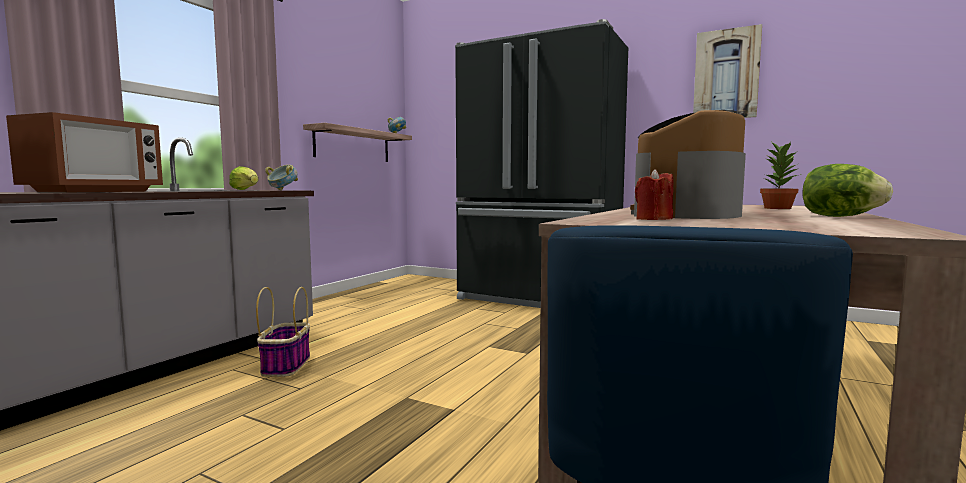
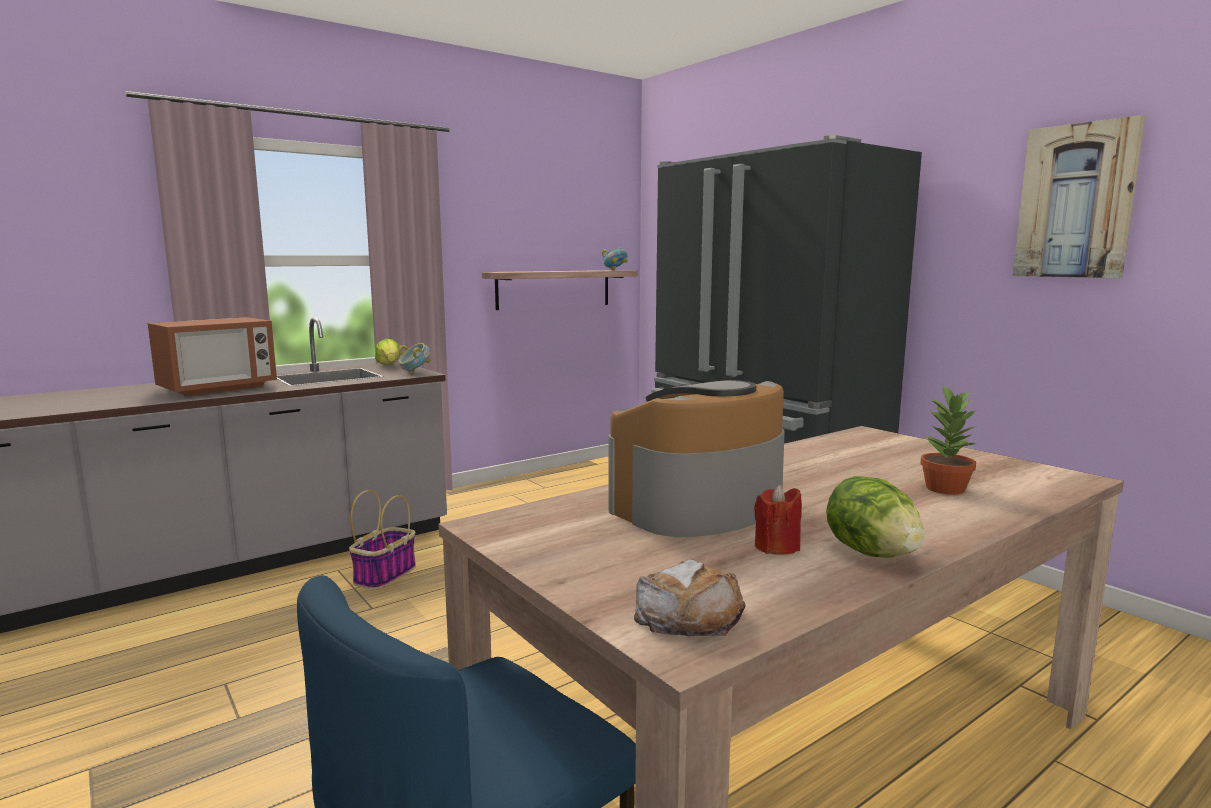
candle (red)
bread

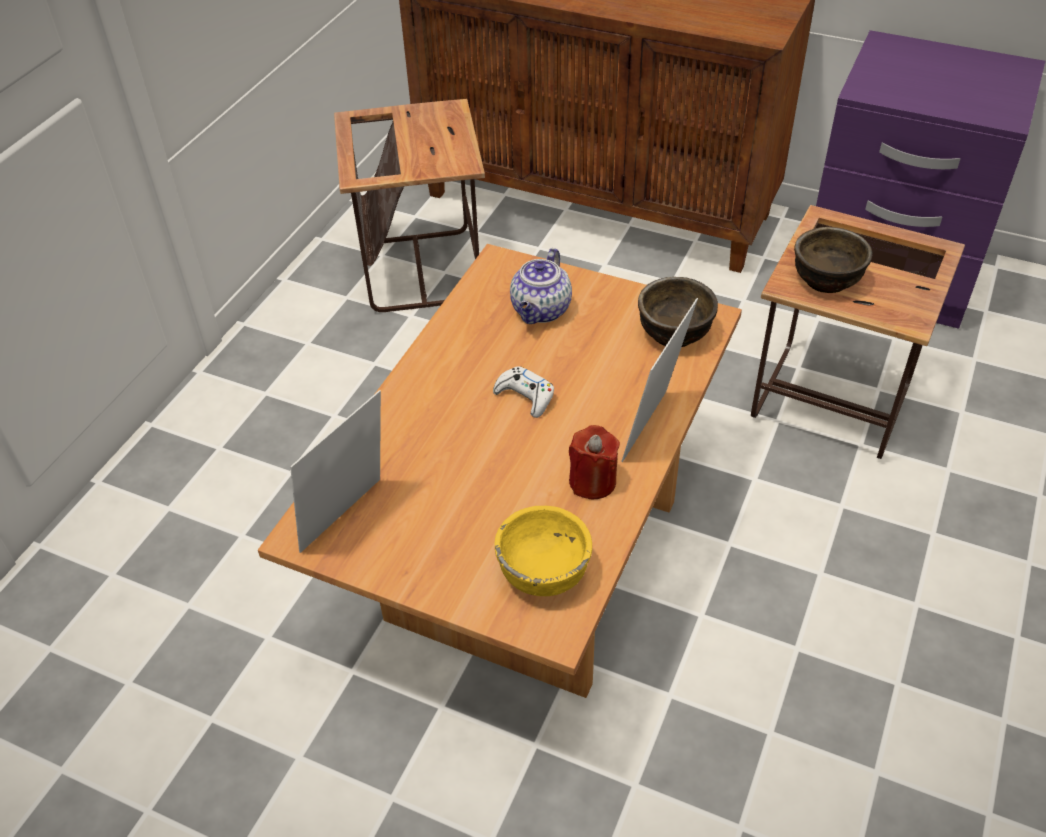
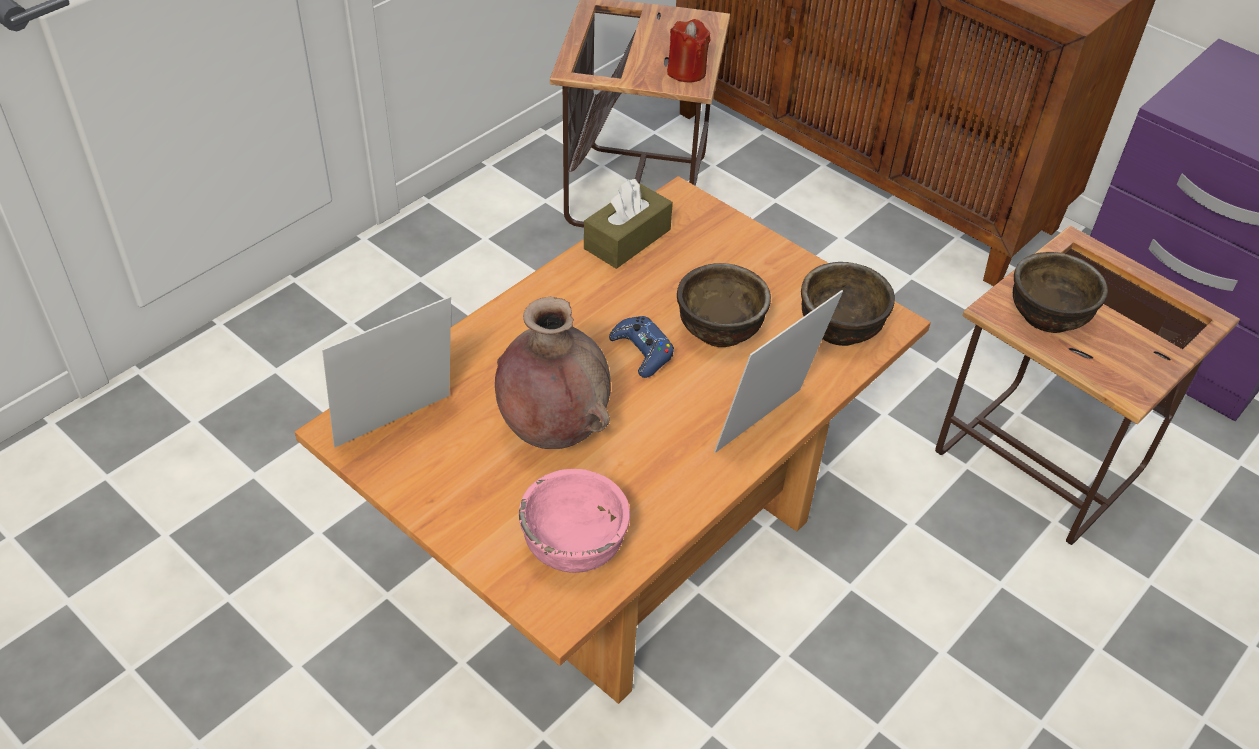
game controller (blue)
bowl (pink)
teapot
candle (red)
vase (brown)
tissue box (brown)
bowl (brown) (1st from left)

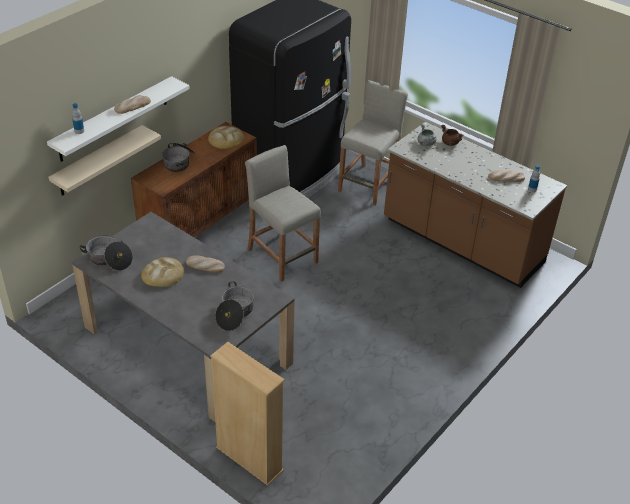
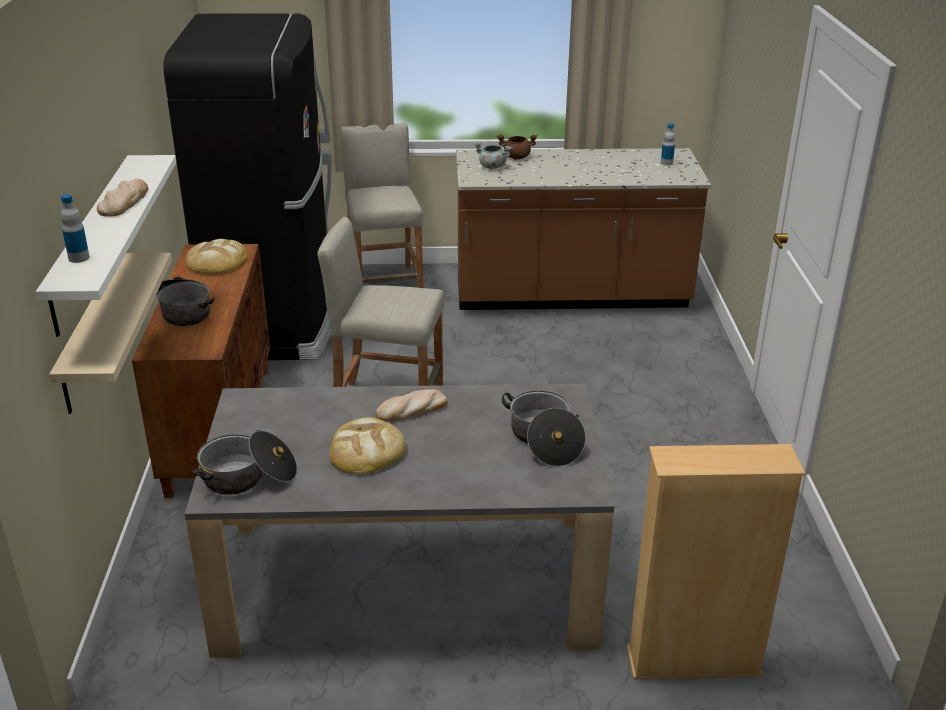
bread (5th from left in the first image)

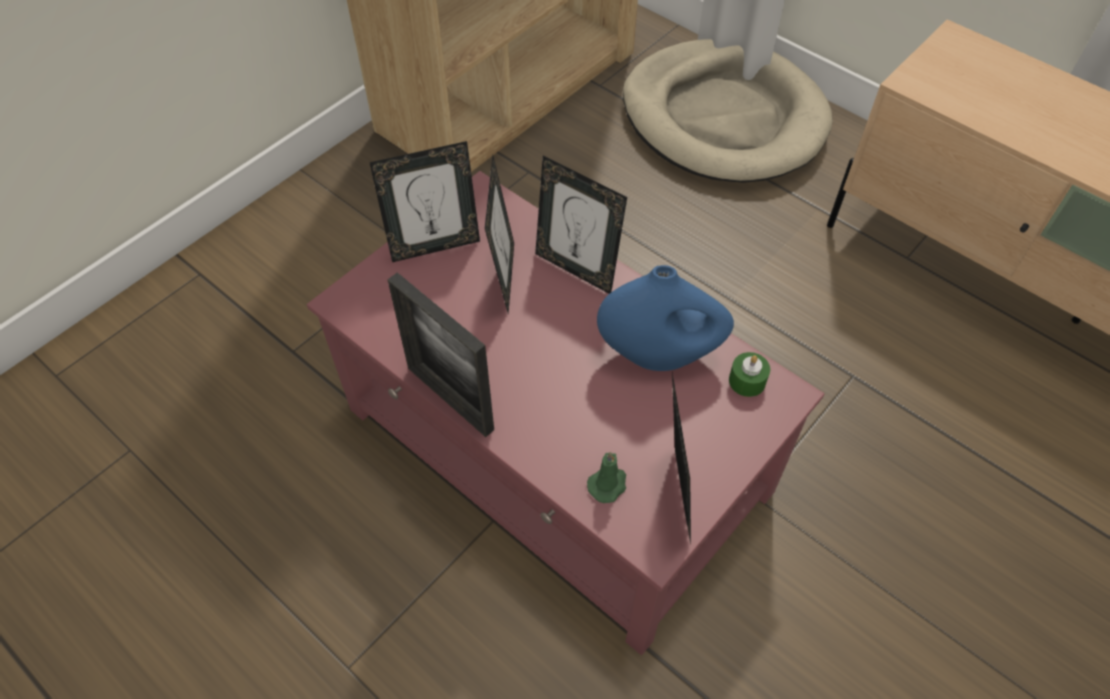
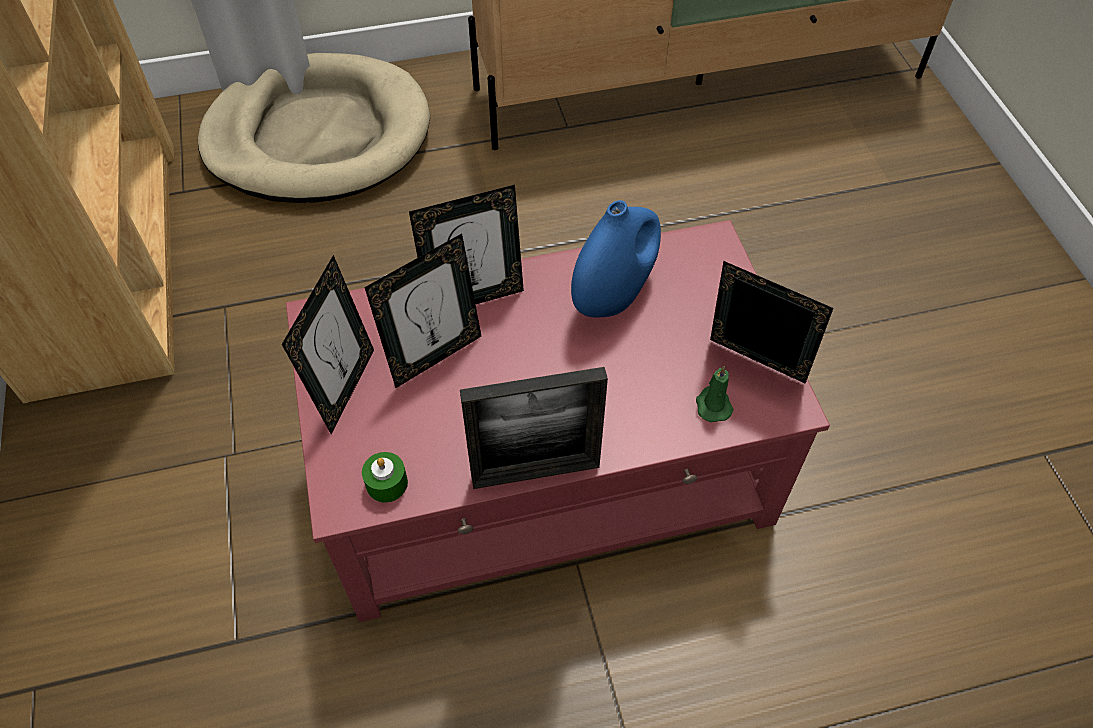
picture frame (2nd from left)
candle (green) (1st from left)

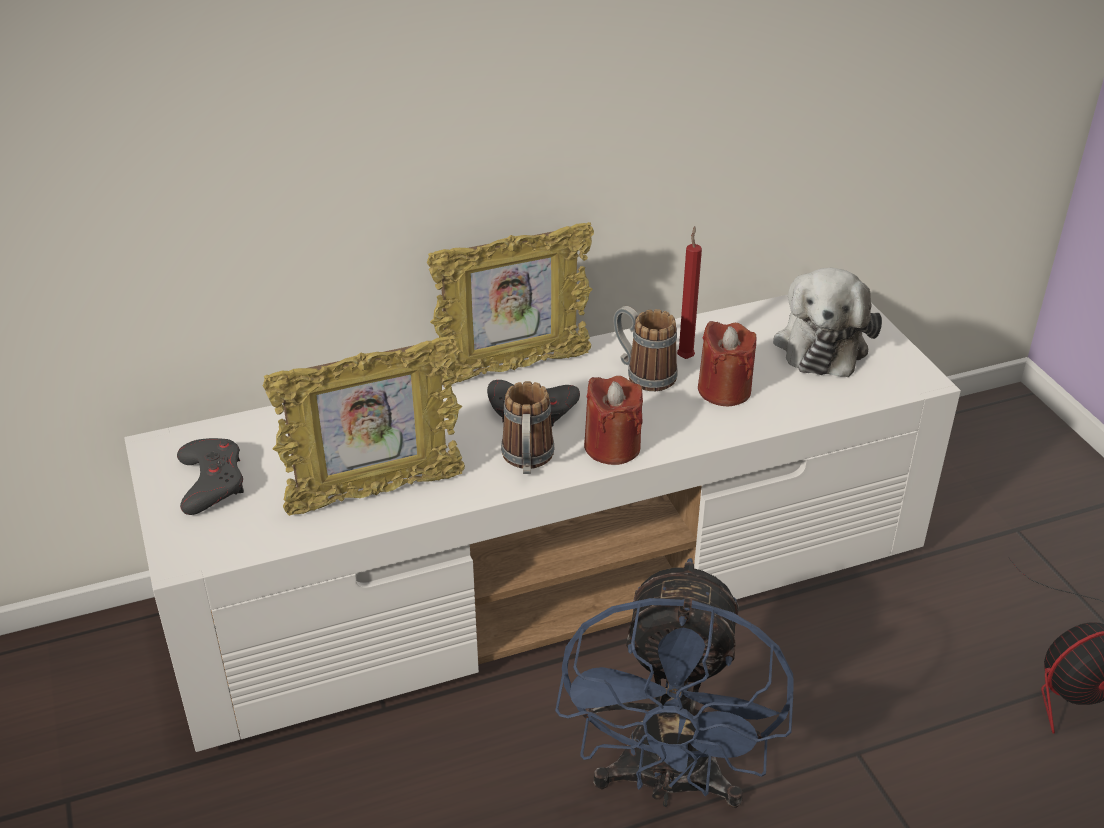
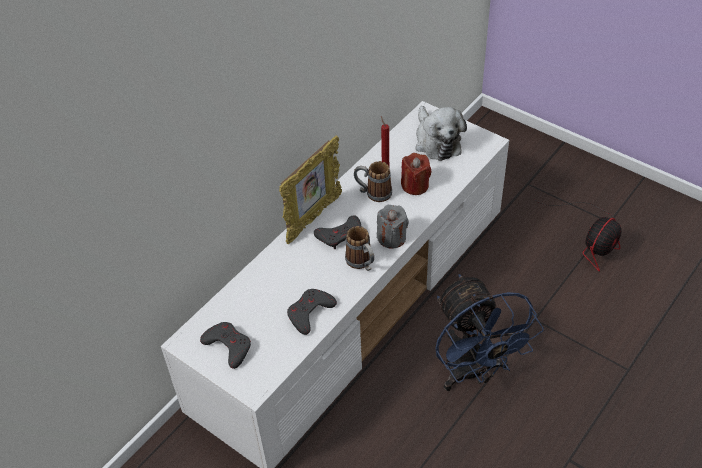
game controller (grey) (2nd from left)
candle (grey)

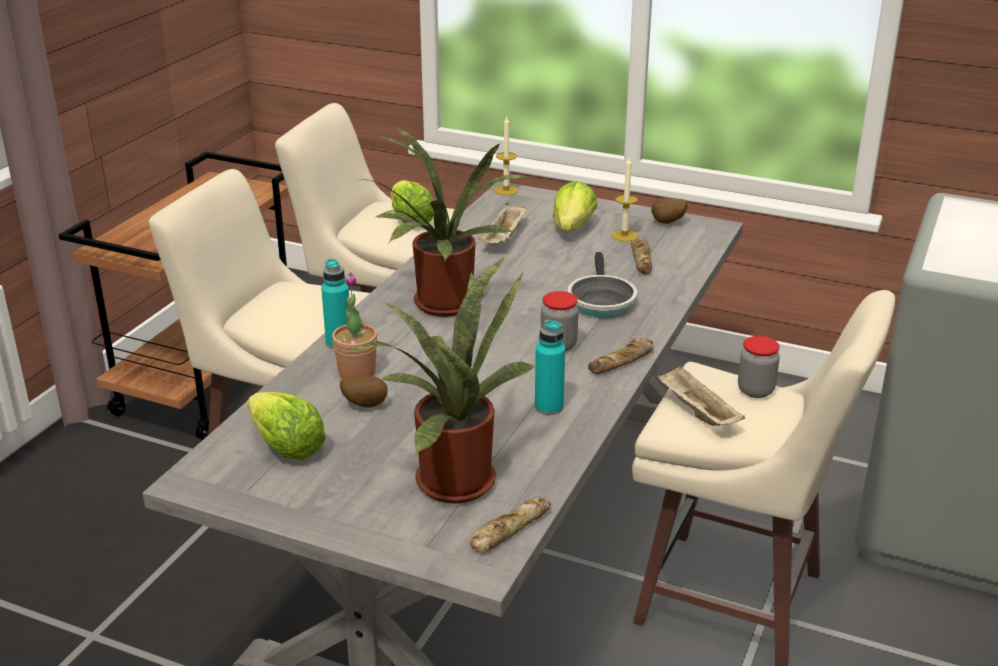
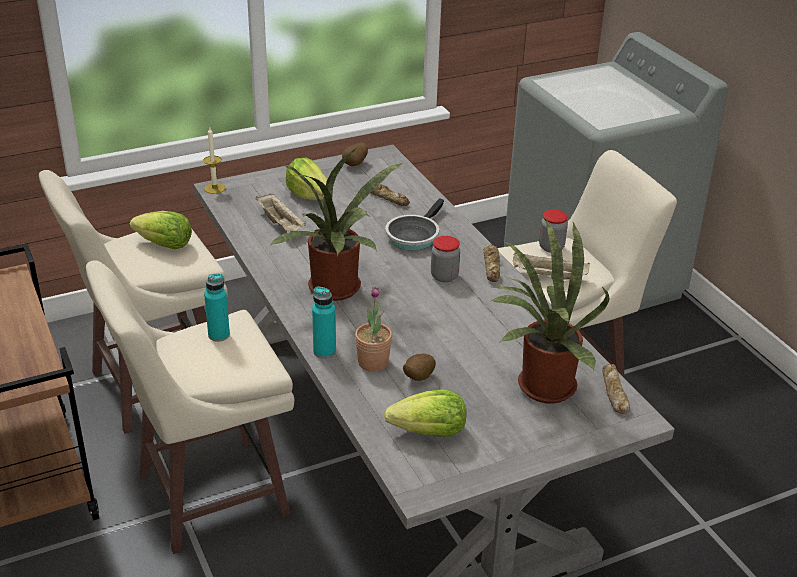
bottle (turquoise) (1st from left)
frying pan
candle (2nd from left in the first image)

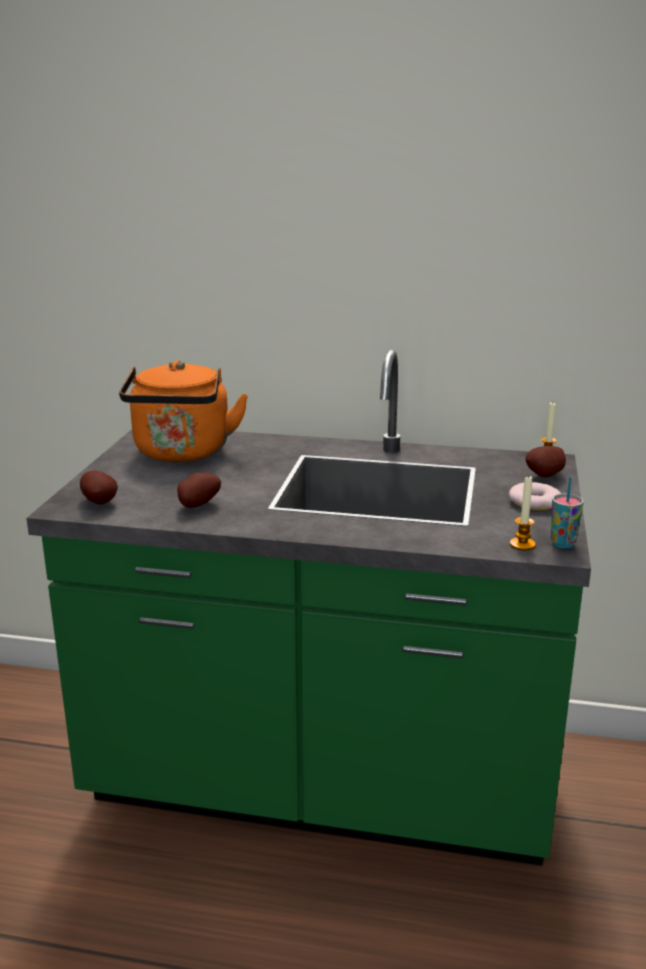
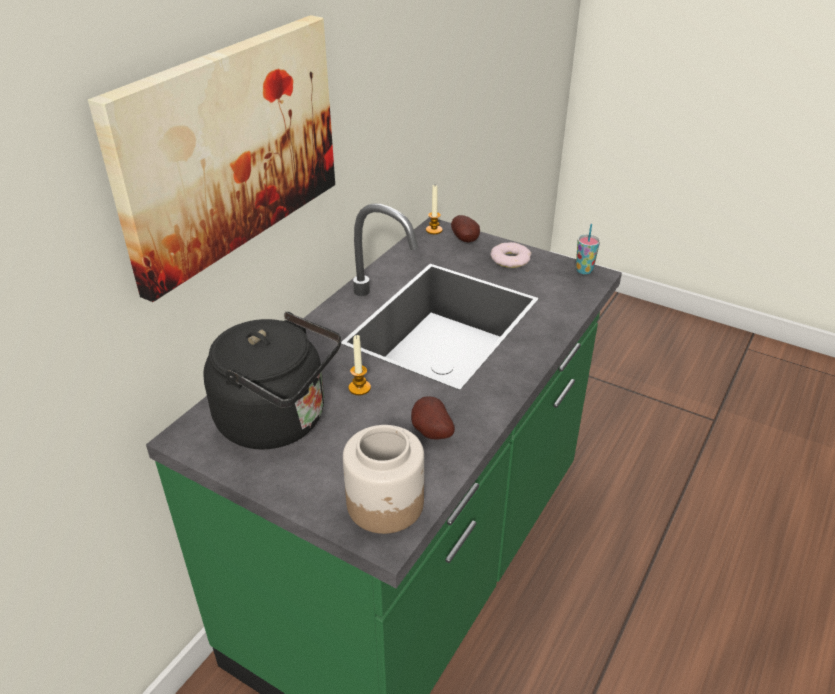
jar
kettle (black)
candle (1st from left)
picture

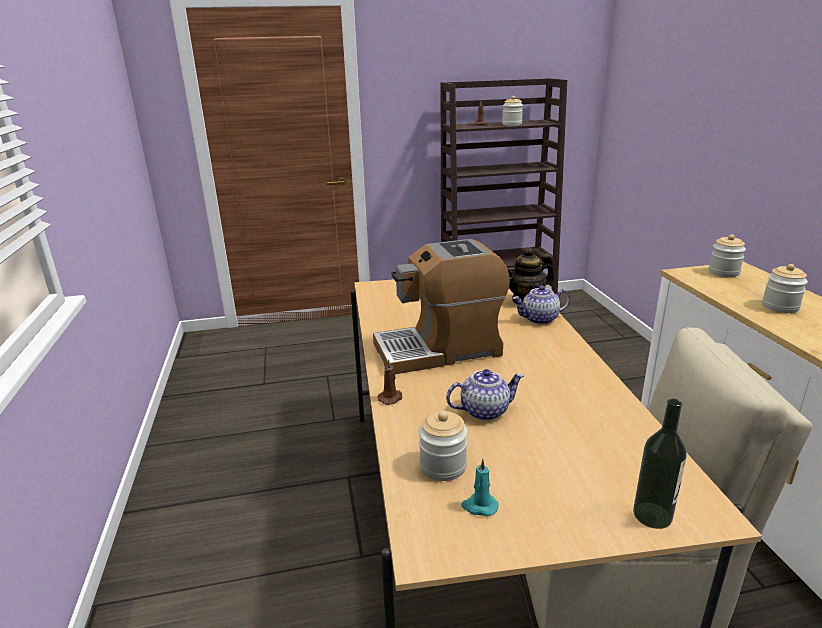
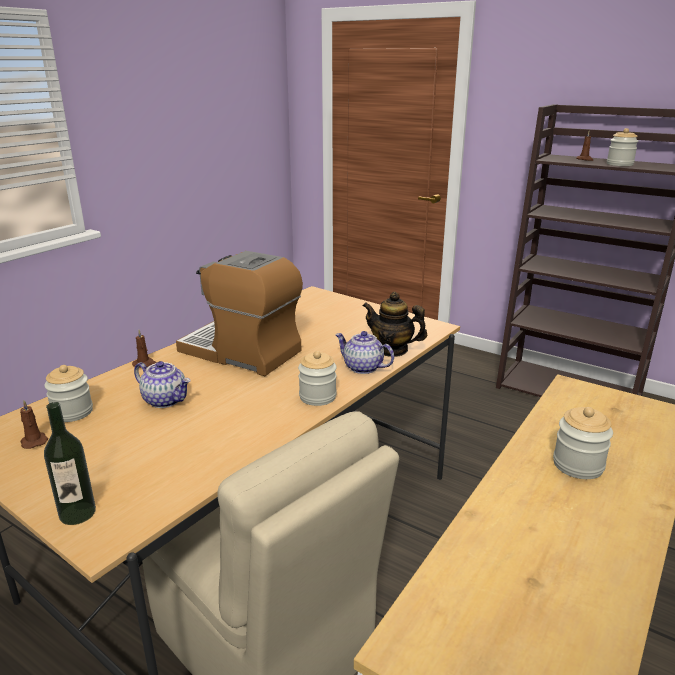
candle (brown) (1st from left)
jar (2nd from left)

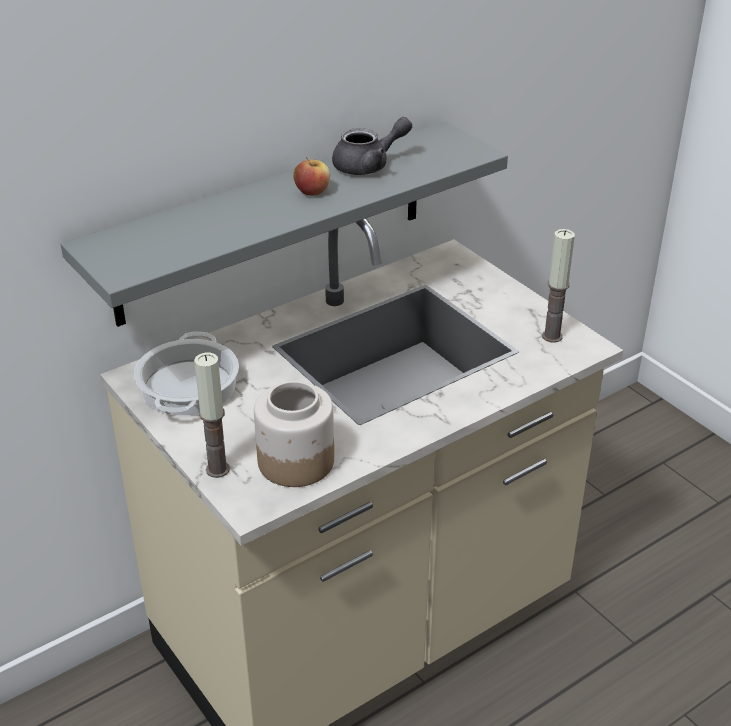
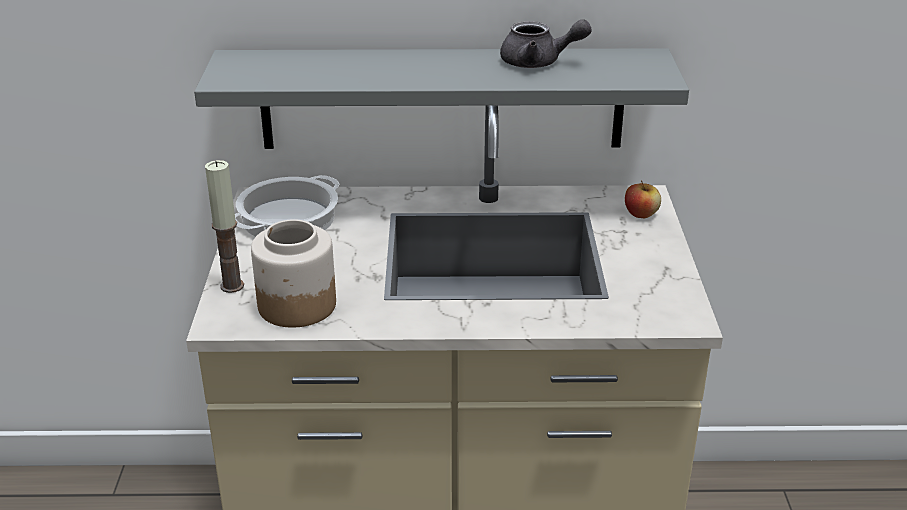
apple
candle (2nd from left in the first image)

